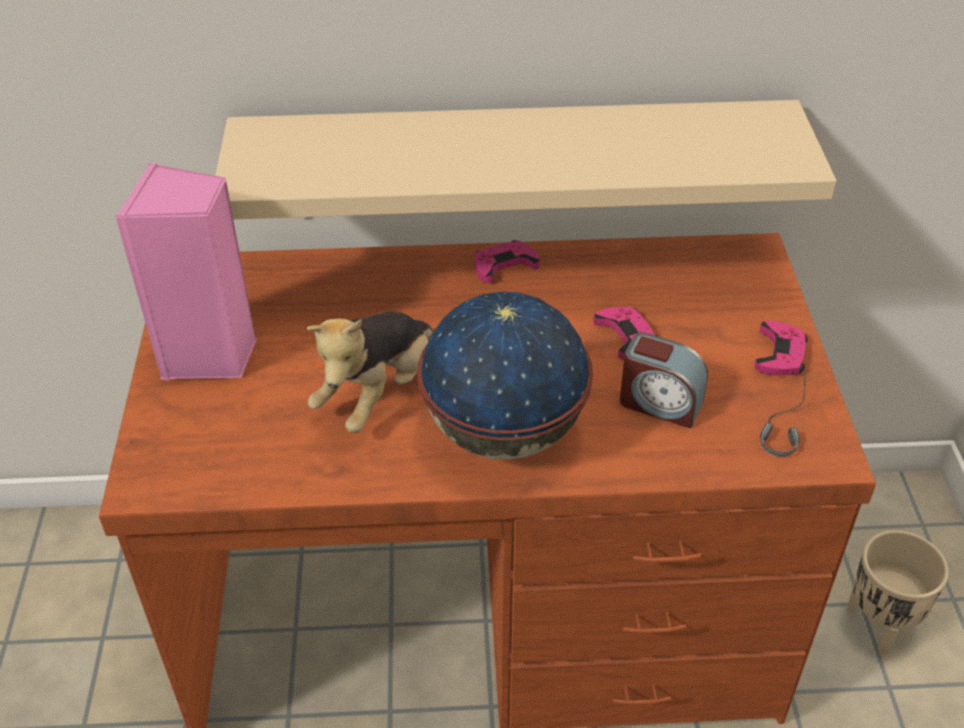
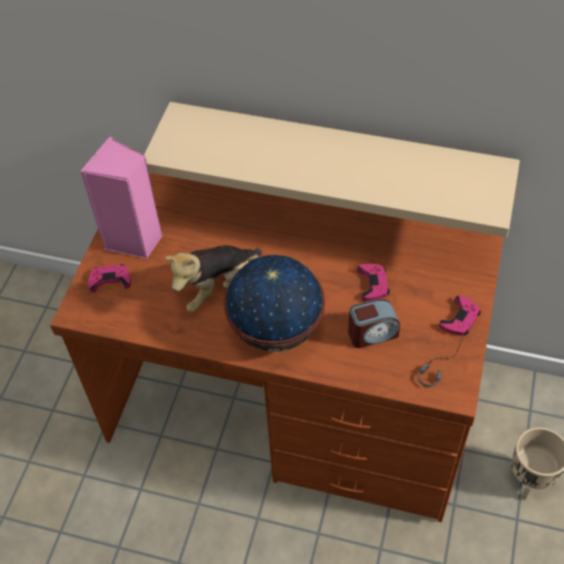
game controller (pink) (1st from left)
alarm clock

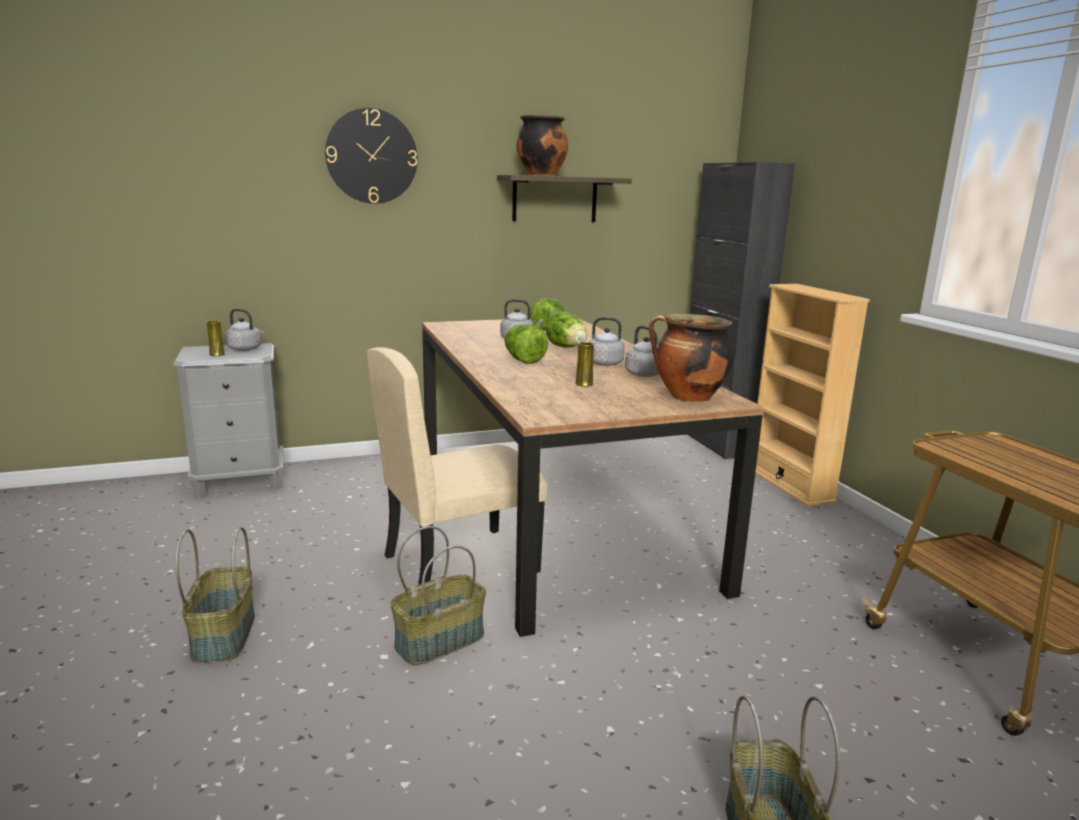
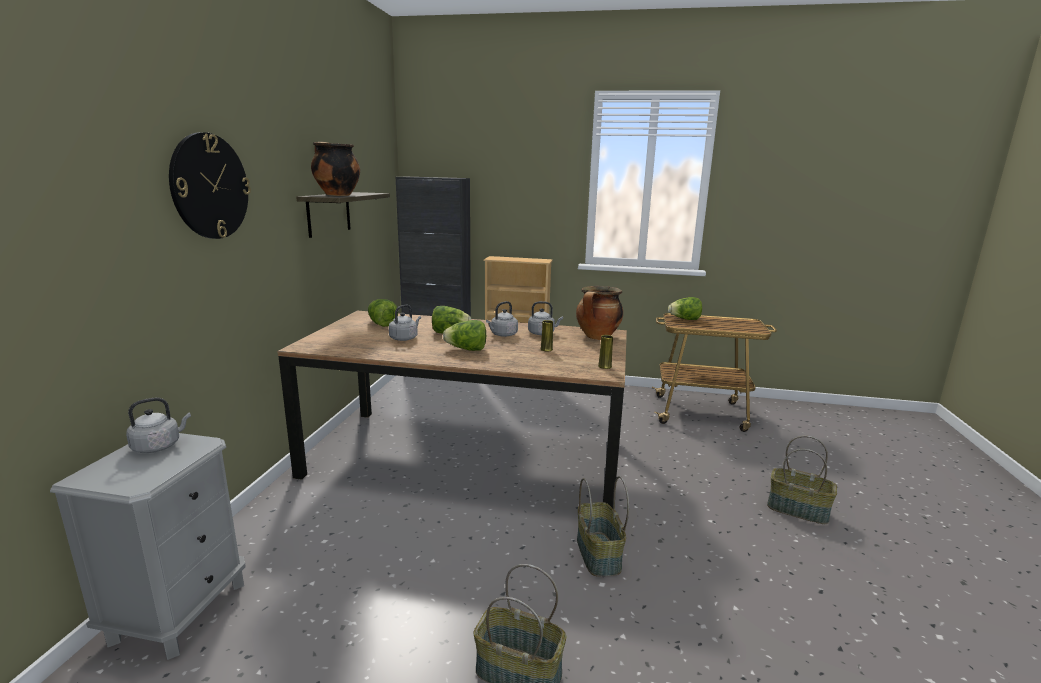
vase (yellow) (2nd from left)
chair (beige)
lettuce (4th from left)

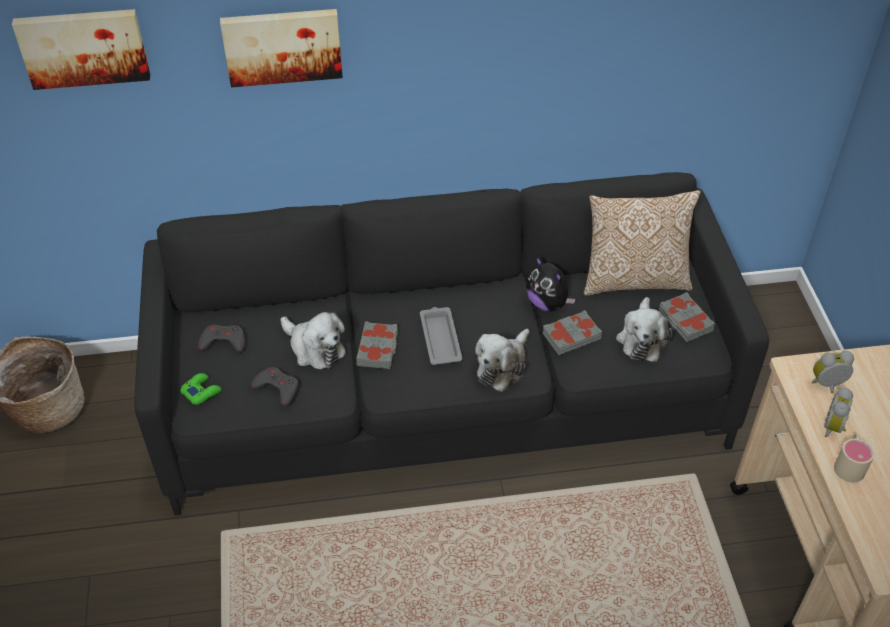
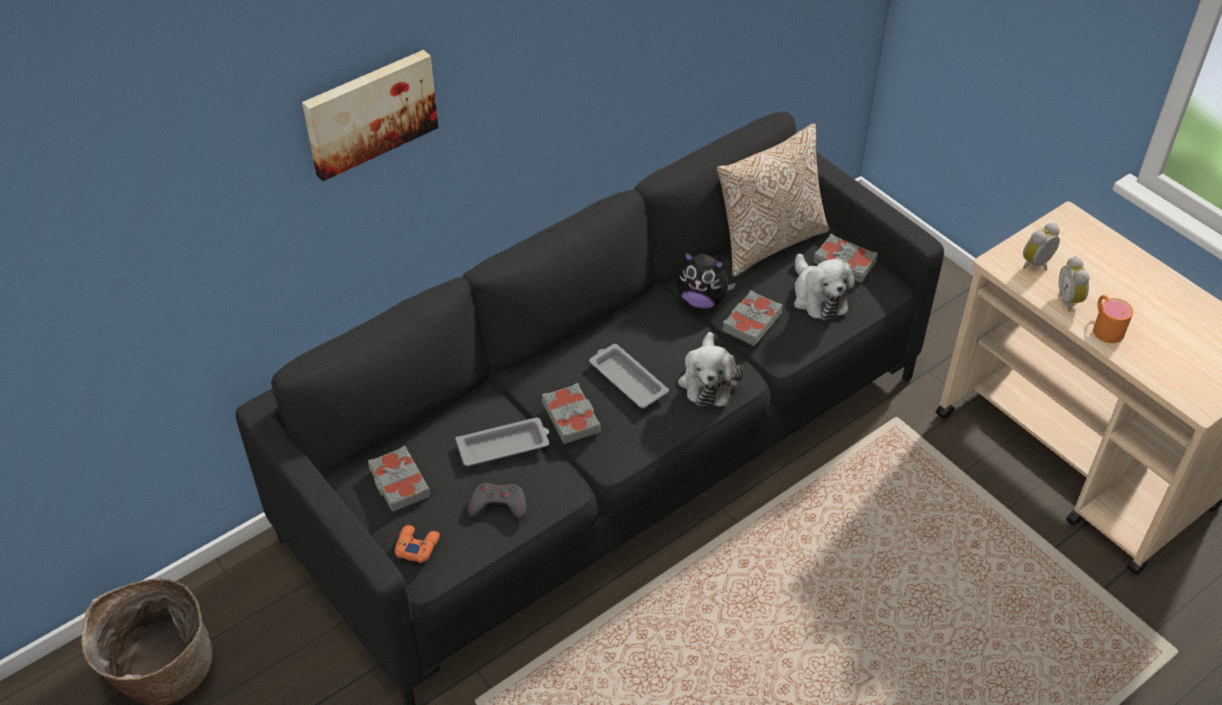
picture (1st from left in the first image)
game controller (orange)
book (grey) (1st from left)
tray (grey) (1st from left)
mug (orange)

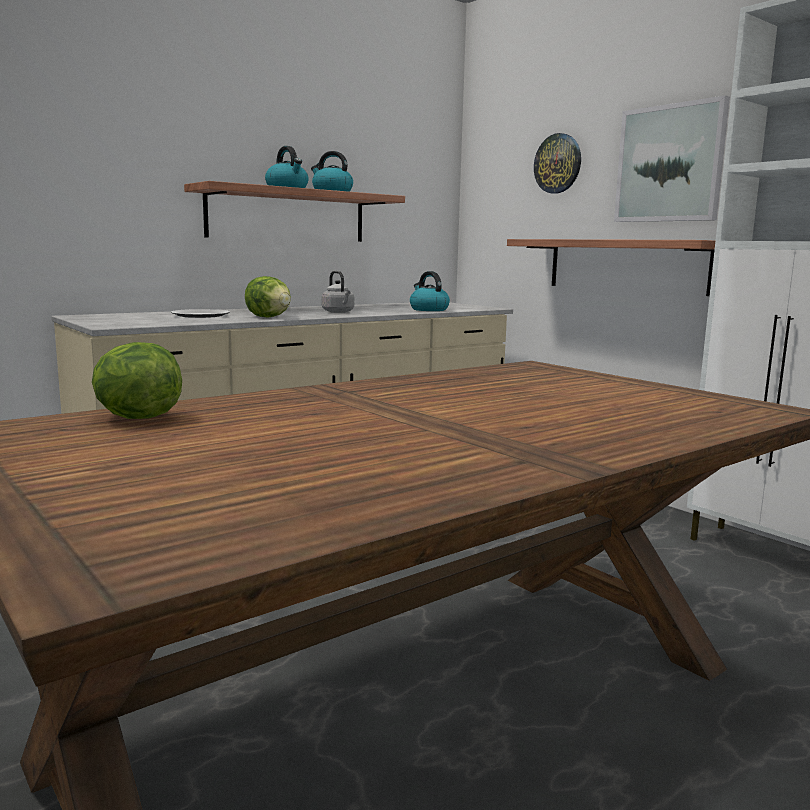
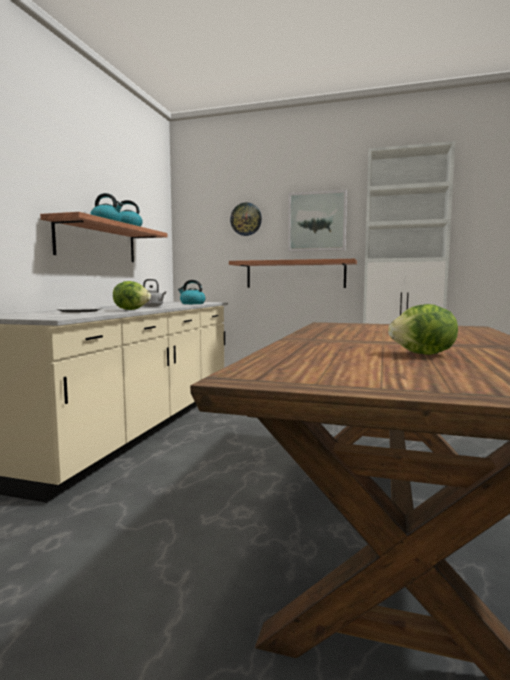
lettuce (2nd from left)

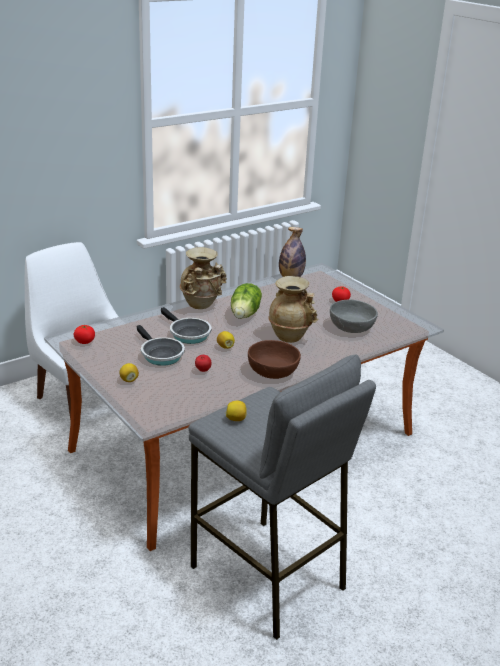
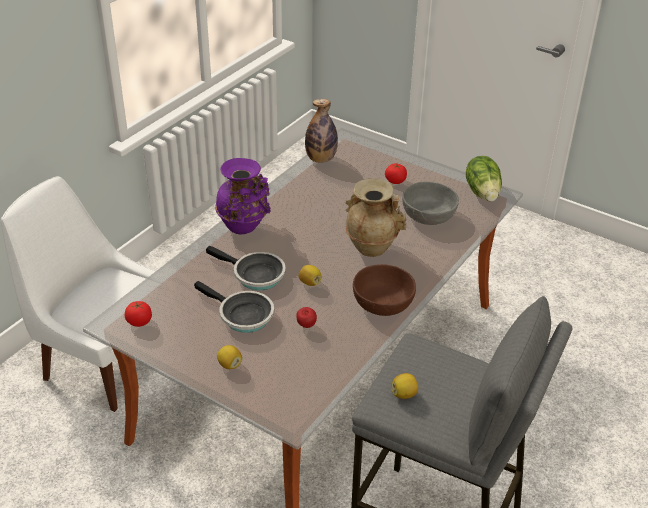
vase (purple)
lettuce

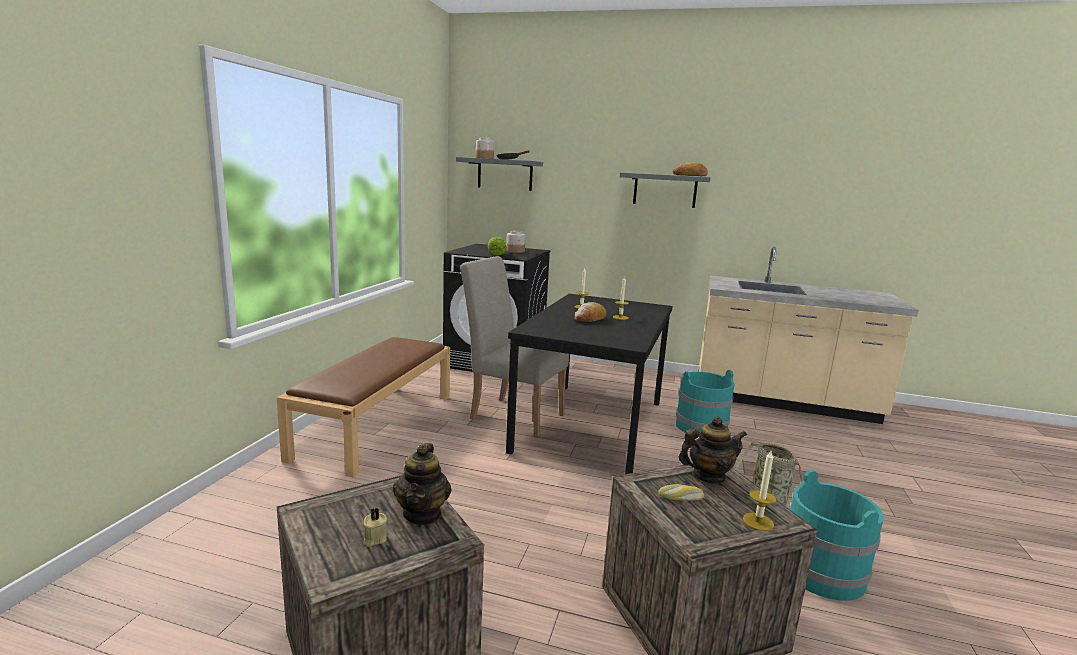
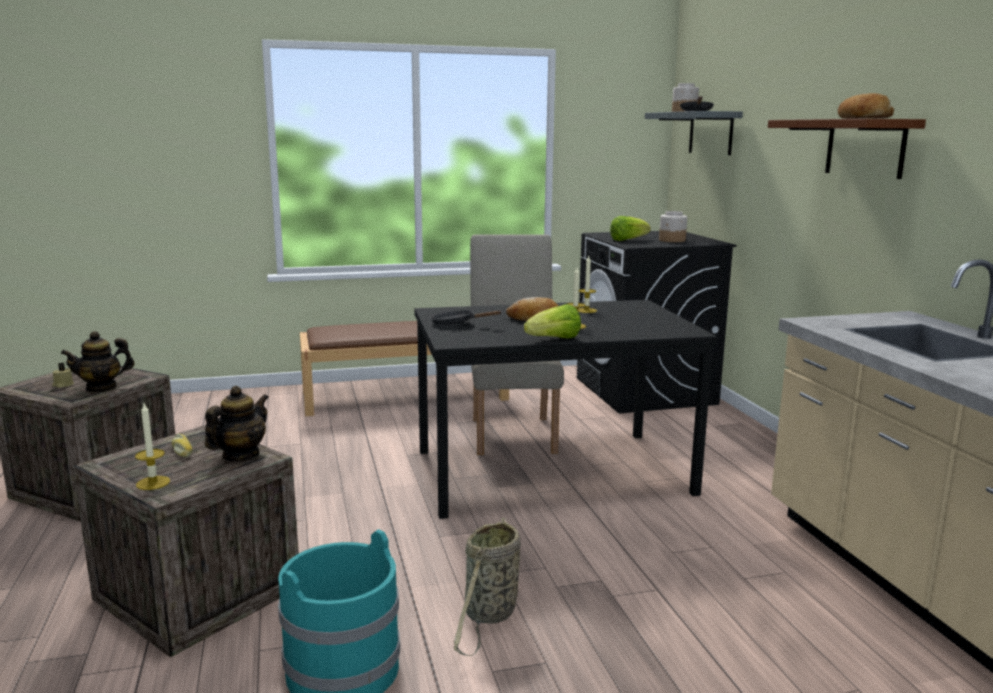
shelf (brown)
bucket (turquoise) (1st from left in the first image)
teapot (2nd from left)
frying pan (black) (1st from left)
lettuce (1st from left)

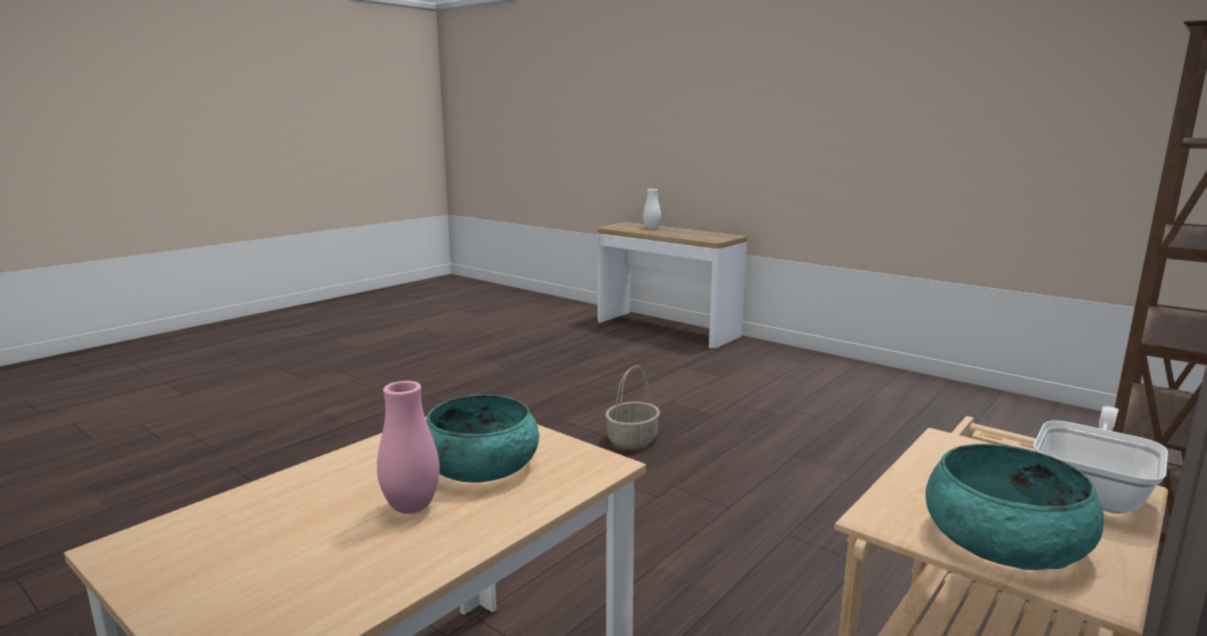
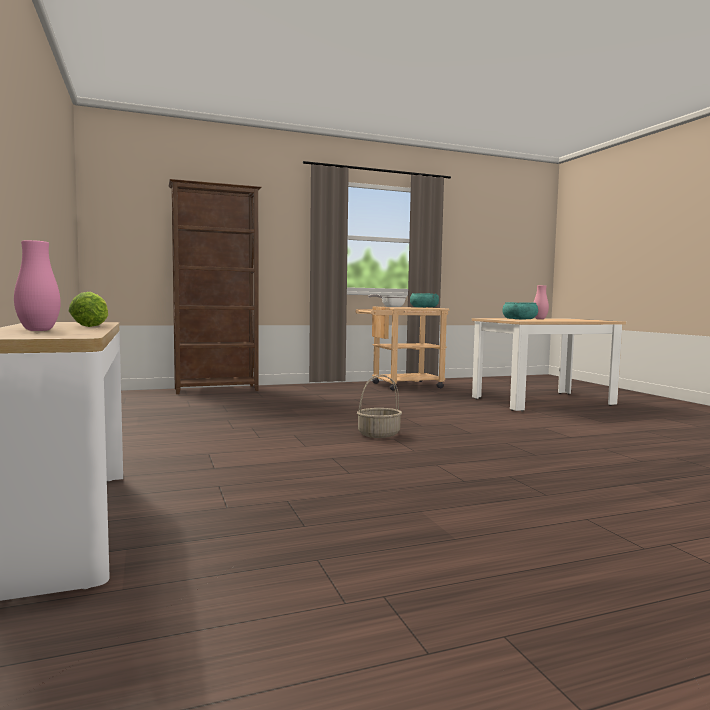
vase (pink) (1st from left)
lettuce

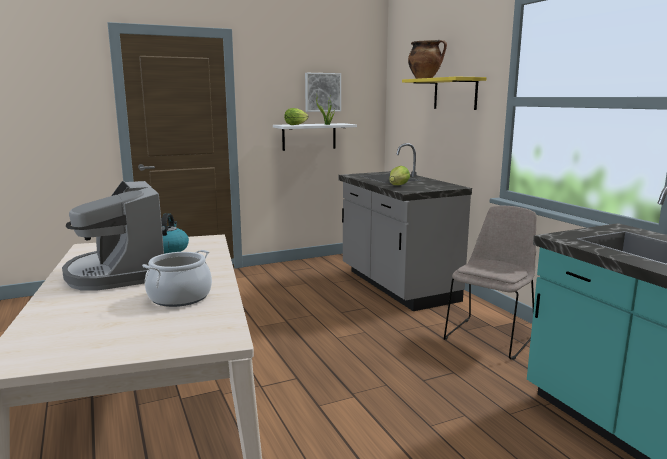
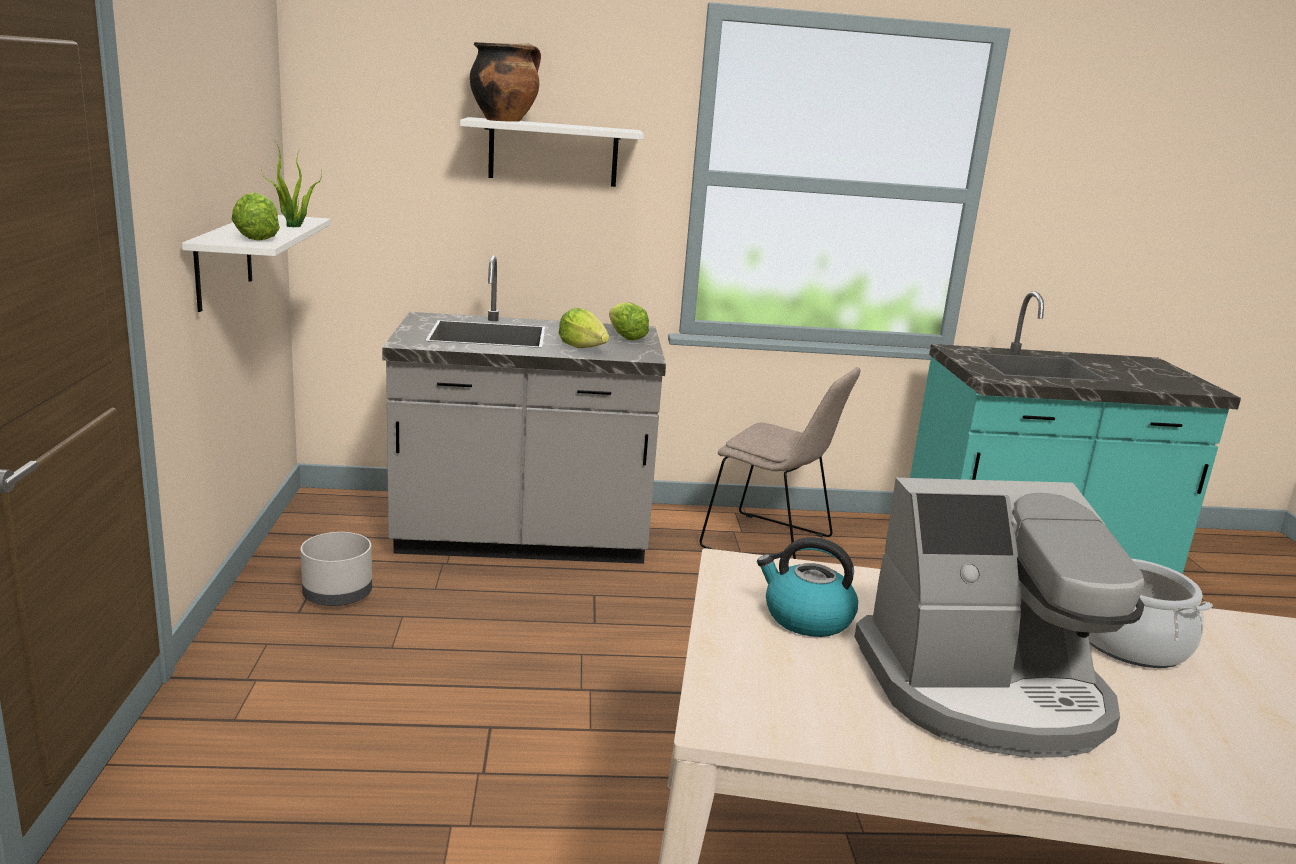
picture
shelf (white) (2nd from left)
chair (beige)
planter (grey)
lettuce (3rd from left)

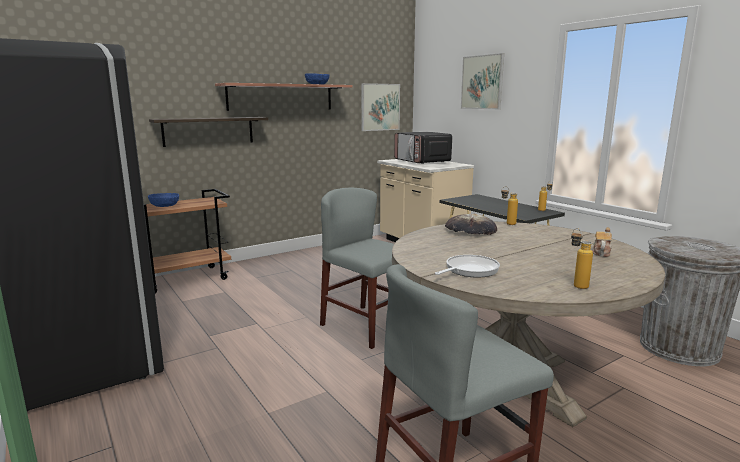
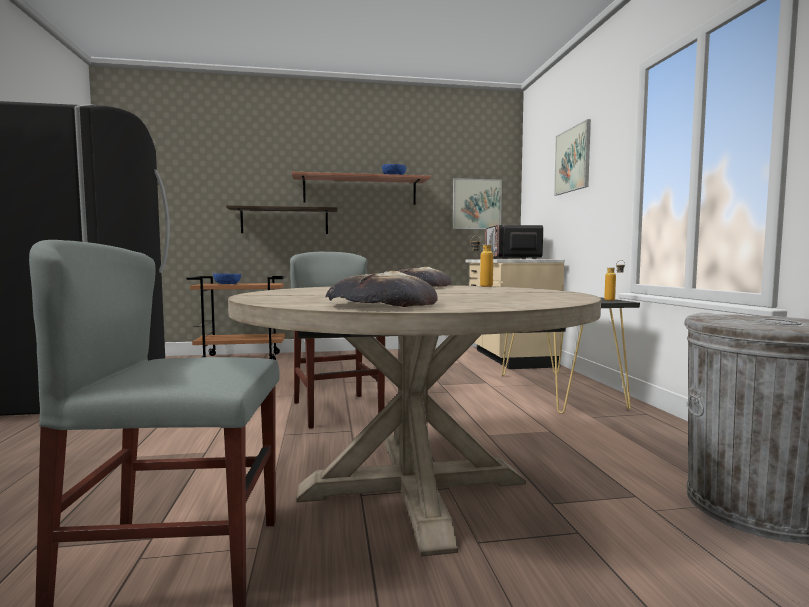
frying pan
bread (1st from left)
teapot

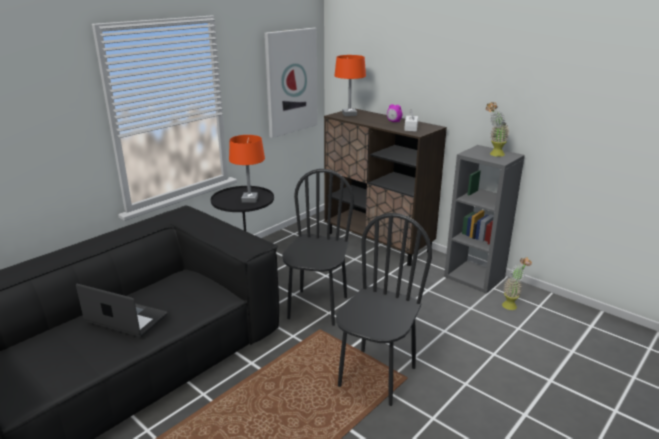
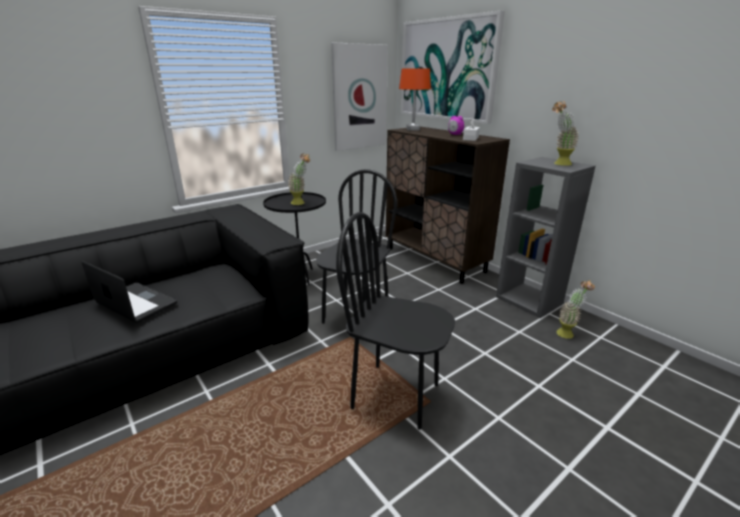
potted plant (1st from left)
chair (black) (2nd from left)
picture (2nd from left)

